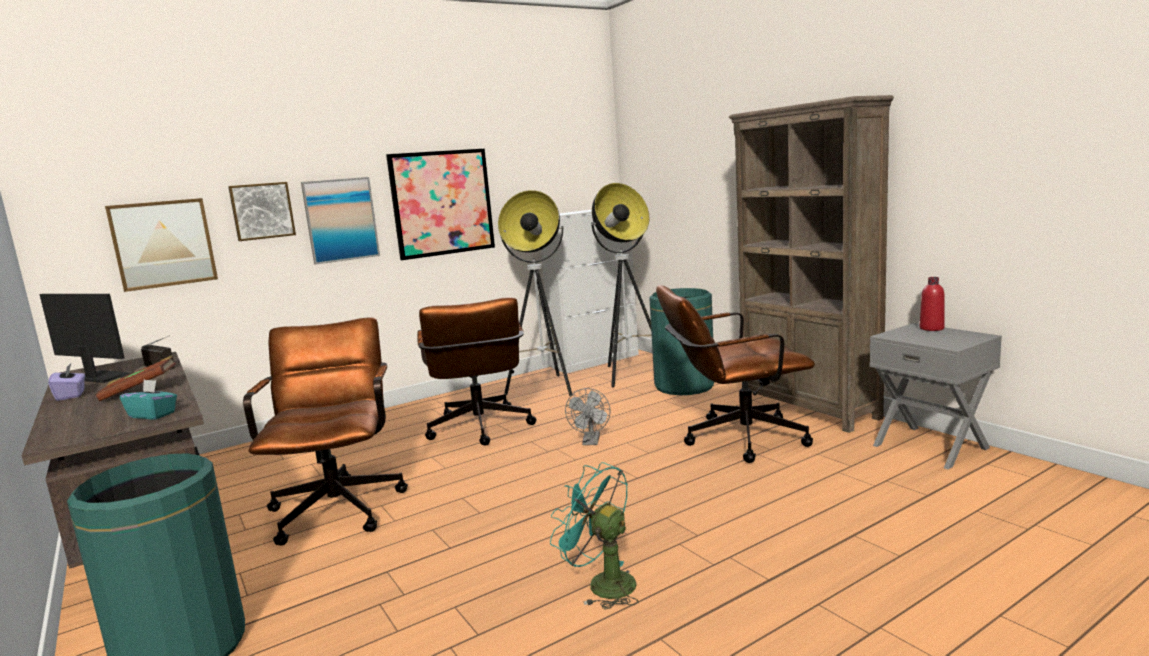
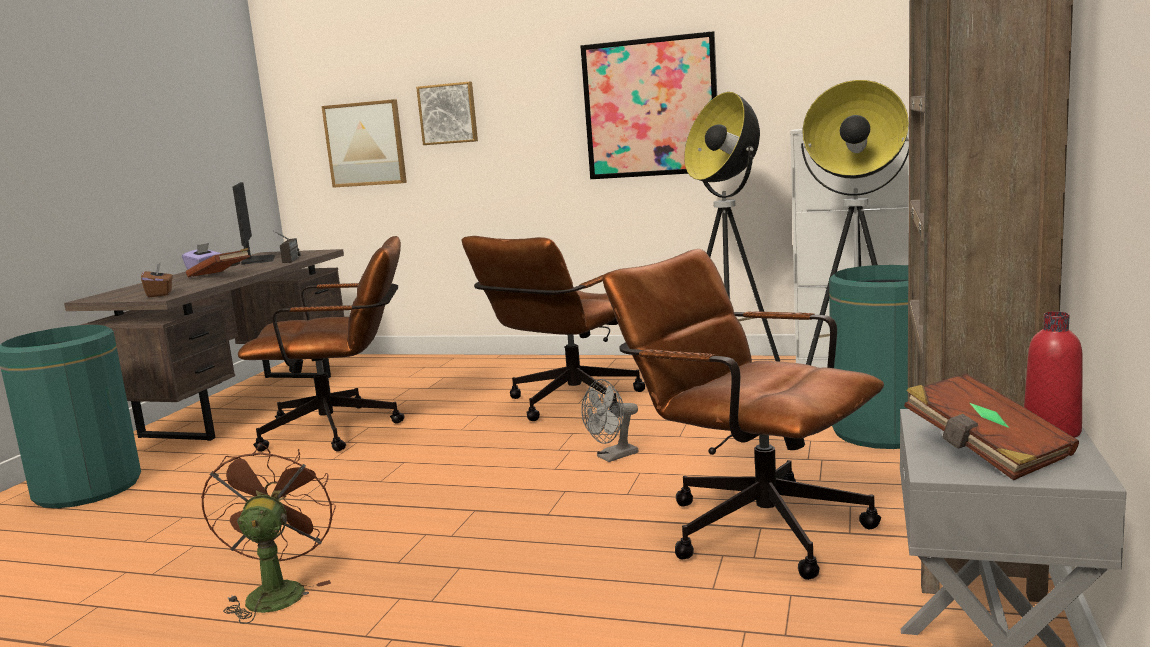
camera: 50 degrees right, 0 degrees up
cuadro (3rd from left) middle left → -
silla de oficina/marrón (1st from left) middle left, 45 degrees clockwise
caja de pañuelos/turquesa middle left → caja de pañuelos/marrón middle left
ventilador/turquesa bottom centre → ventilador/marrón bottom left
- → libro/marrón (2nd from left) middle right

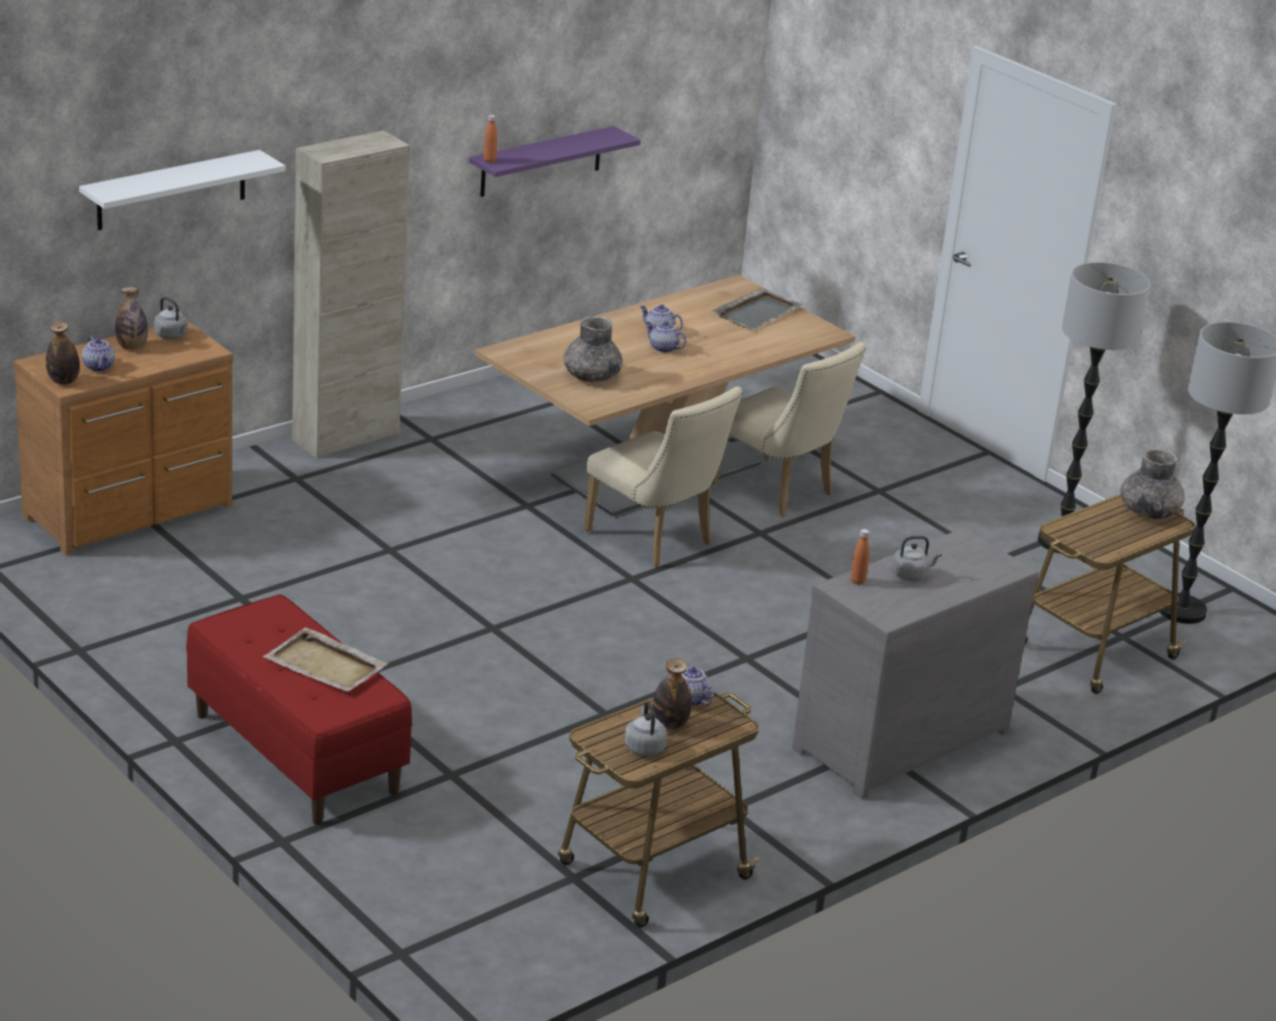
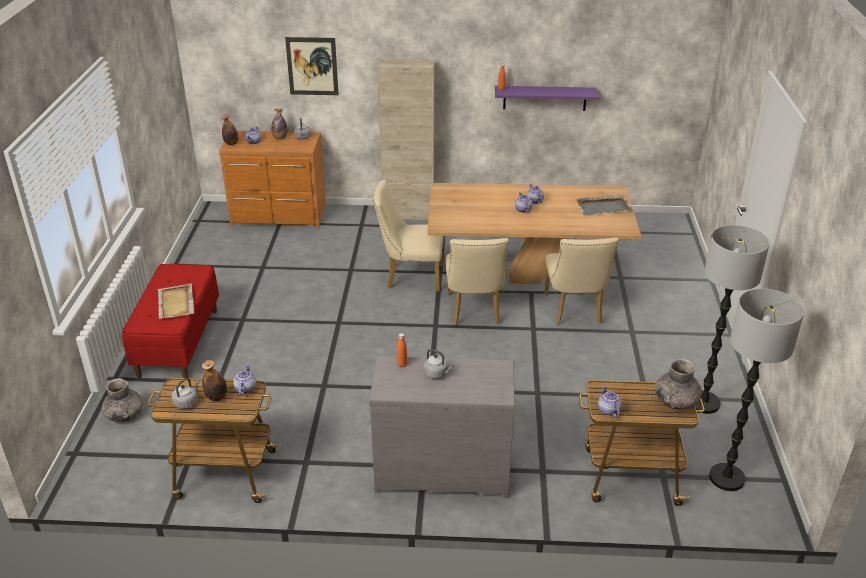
camera: 45 degrees right, 5 degrees up
estante/blanco top left → cuadro top centre
florero/gris (1st from left) centre → florero/gris (1st from left) bottom left, moved
- → silla/beis (1st from left) centre
- → tetera (5th from left) bottom right

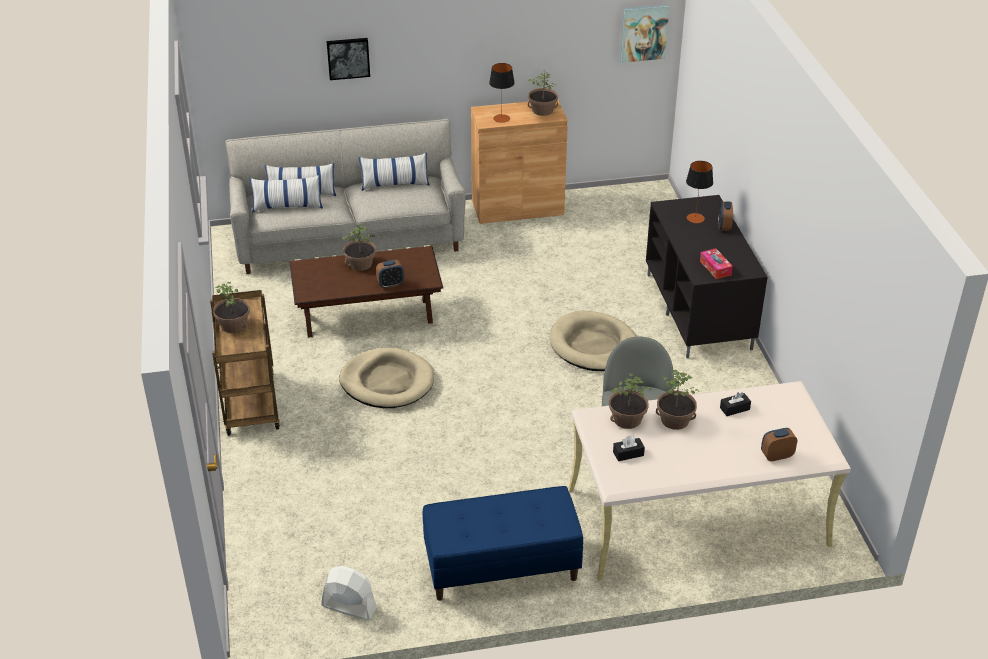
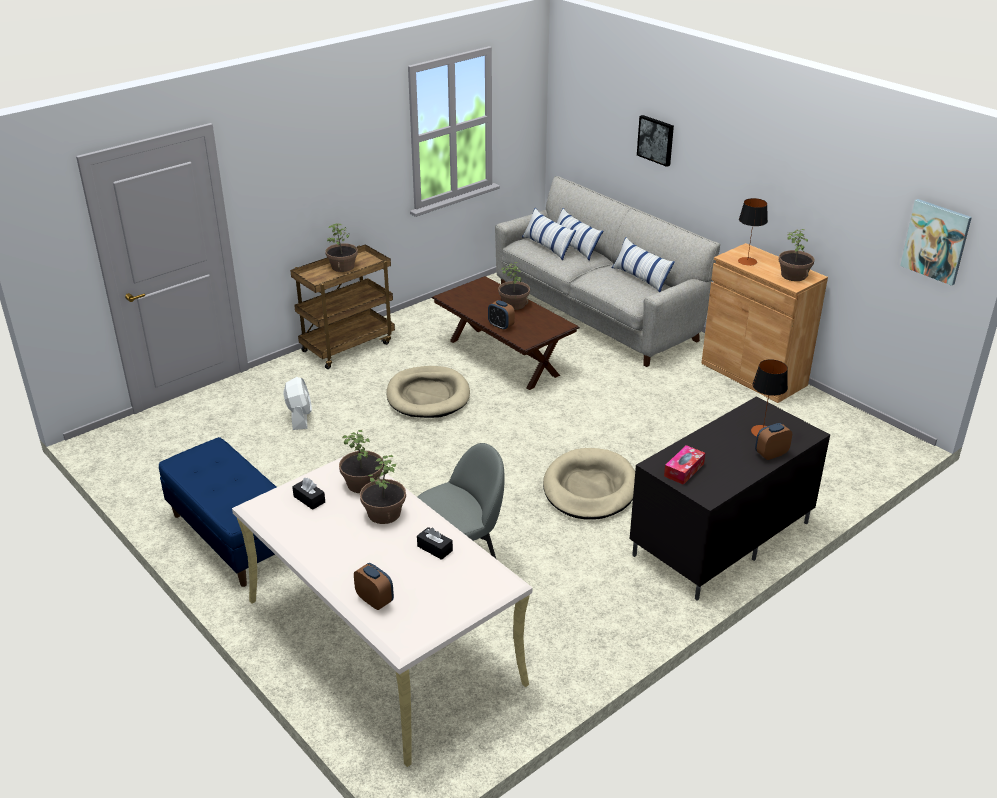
camera: 60 degrees right, 5 degrees down
ventilador/blanco bottom centre → ventilador/blanco middle left, moved

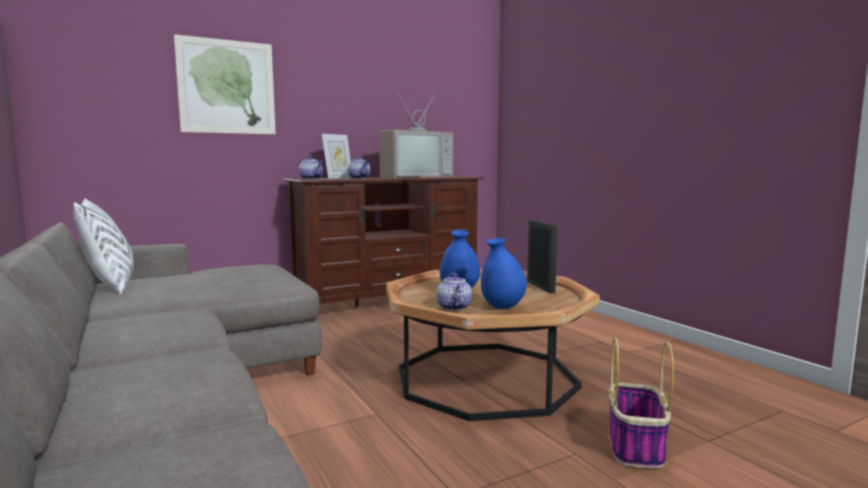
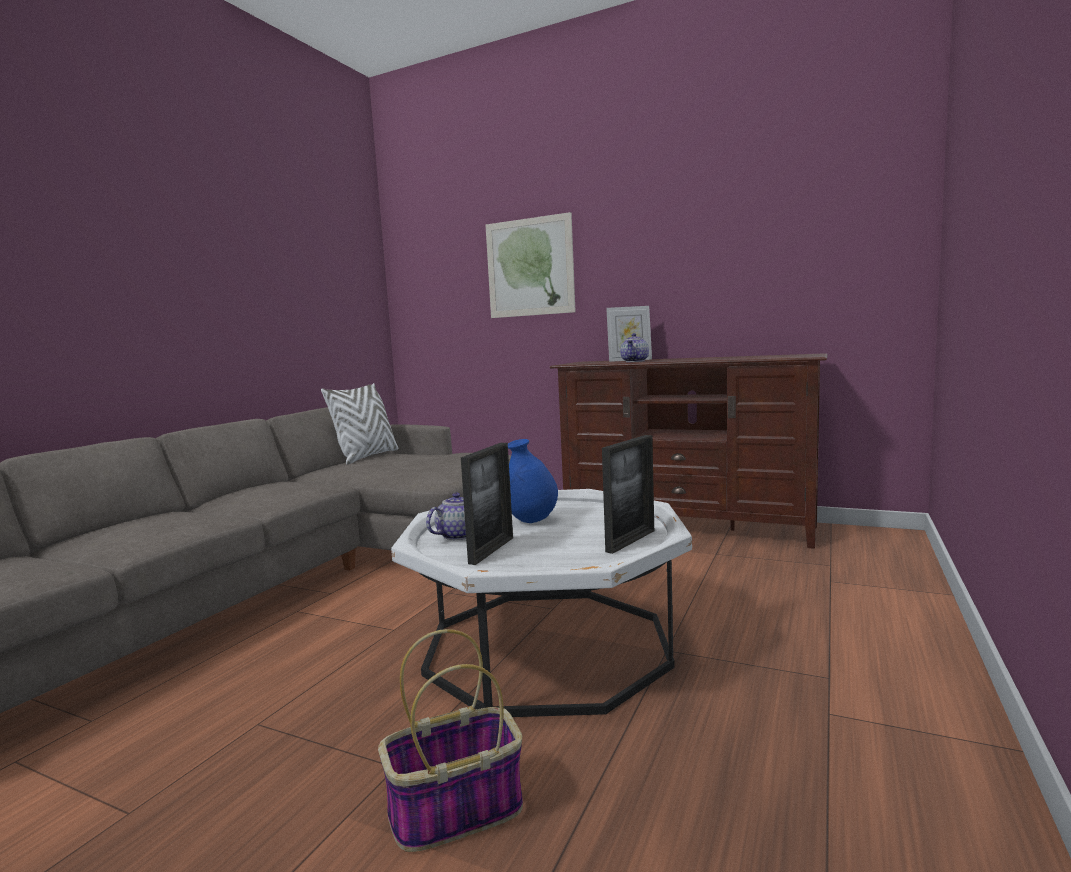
camera: 55 degrees right, 0 degrees up
televisor top centre → -
tetera (1st from left) centre → -
florero/azul (2nd from left) centre → portarretratos (1st from left) centre
mesa de centro/marrón bottom centre → mesa de centro/blanco bottom centre

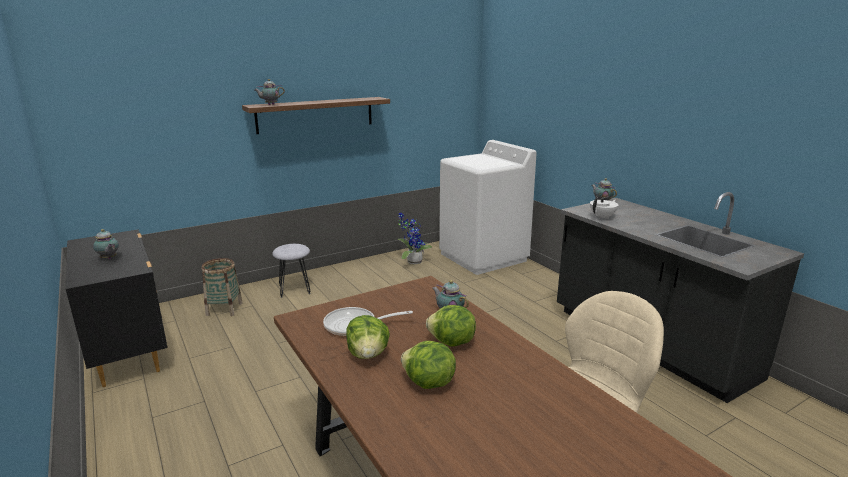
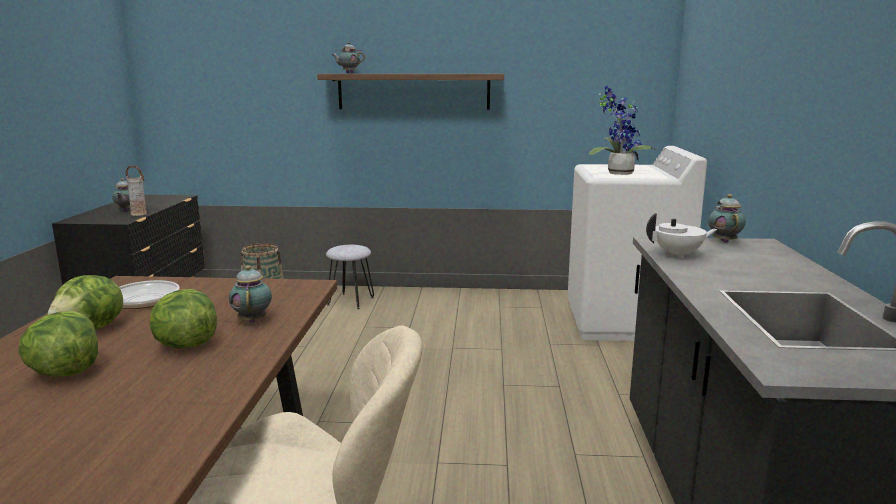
camera: 35 degrees right, 5 degrees down
planta en maceta centre → planta en maceta top right, moved
- → florero middle left

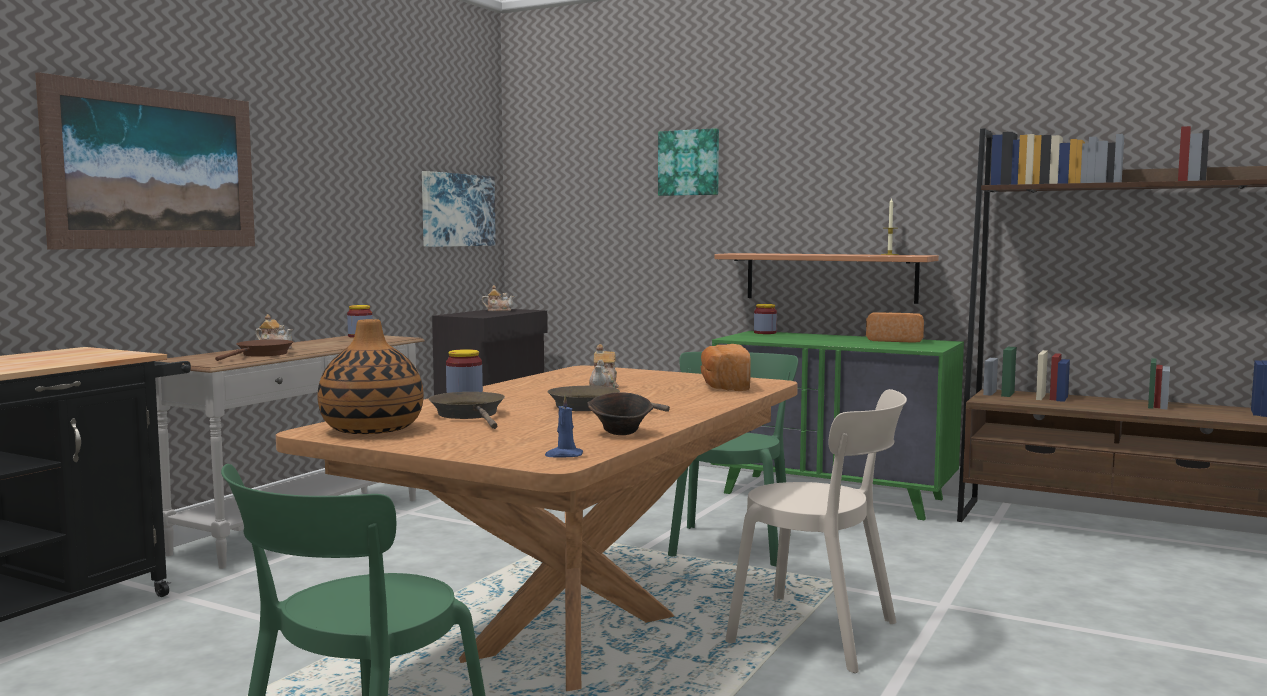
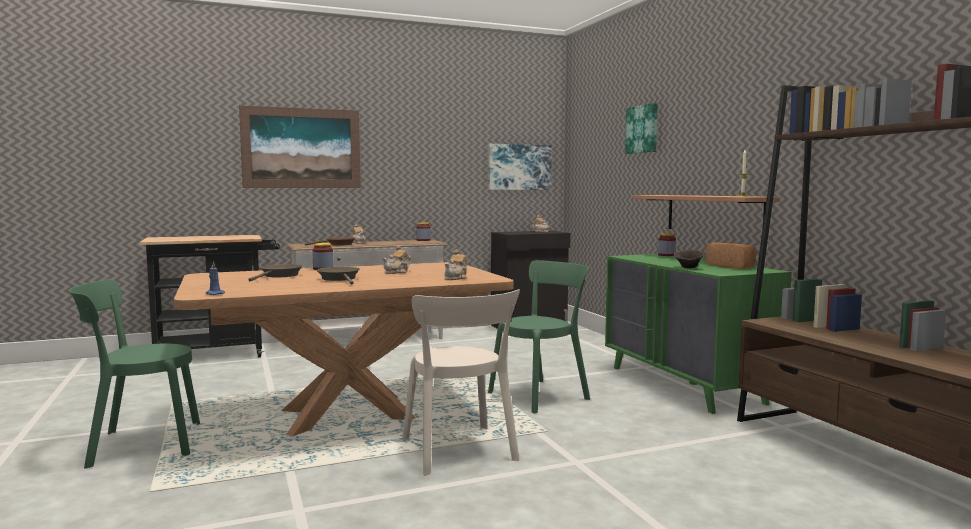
camera: 40 degrees right, 0 degrees up
florero middle left → -
pan (1st from left) centre → tetera (3rd from left) centre
cuenco/marrón centre → cuenco/marrón middle right, moved

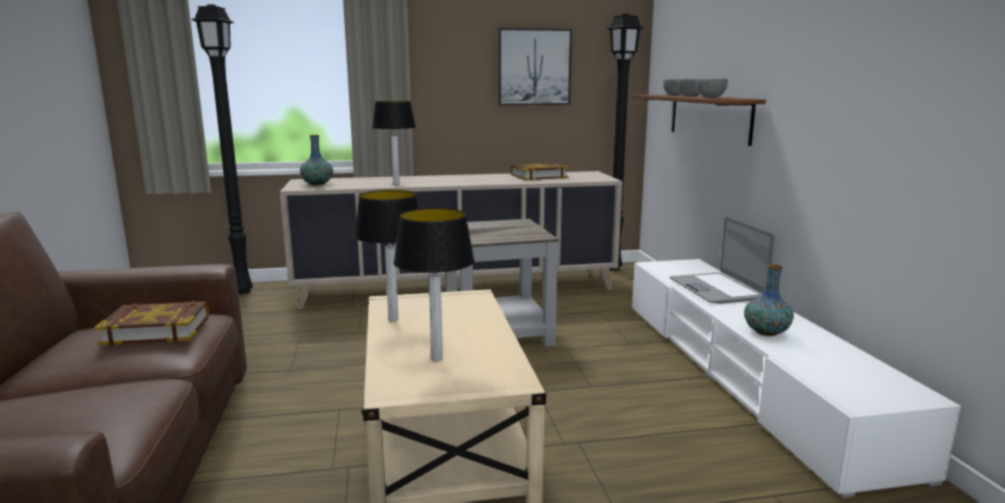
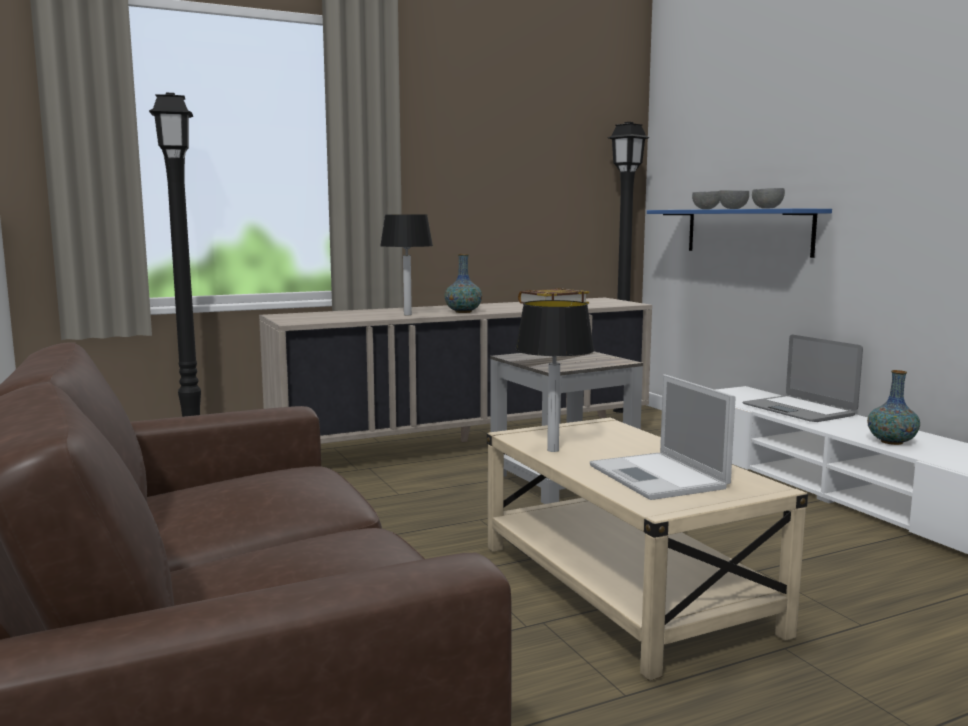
camera: 15 degrees left, 5 degrees down
cuadro top centre → -
estante/marrón top right → estante/azul top right
florero (1st from left) top left → florero (1st from left) centre, moved
lámpara de mesa (3rd from left) centre → portátil (1st from left) middle right
libro (1st from left) middle left → -

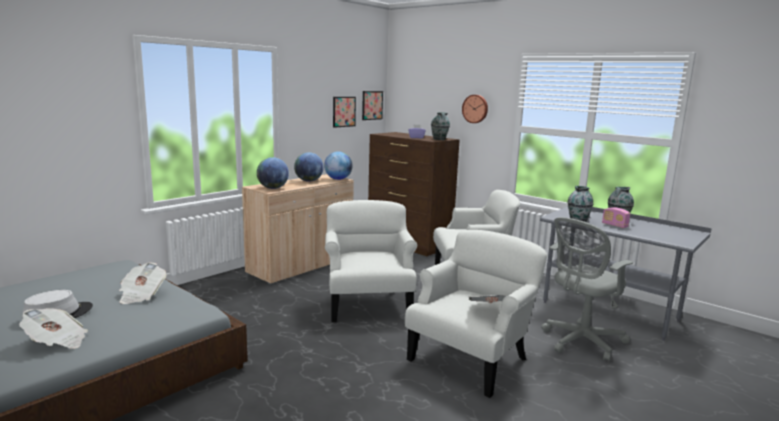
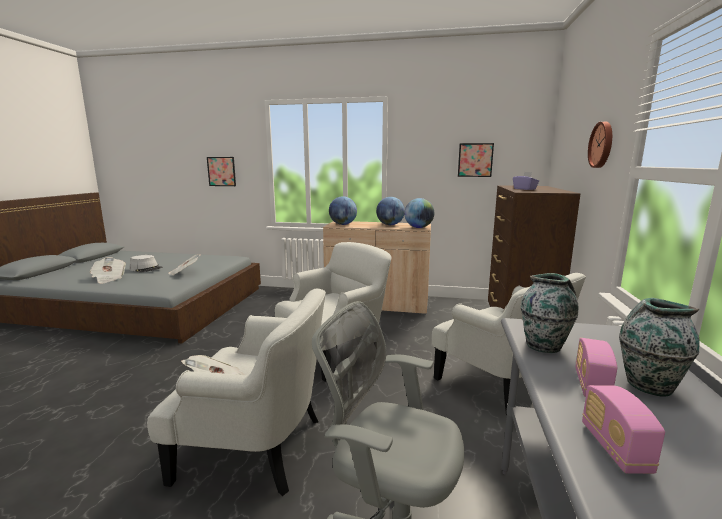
camera: 60 degrees right, 0 degrees up
cuadro (2nd from left in the first image) top centre → cuadro (1st from left) top left, moved
florero (1st from left) top centre → -
- → radio (2nd from left) bottom right

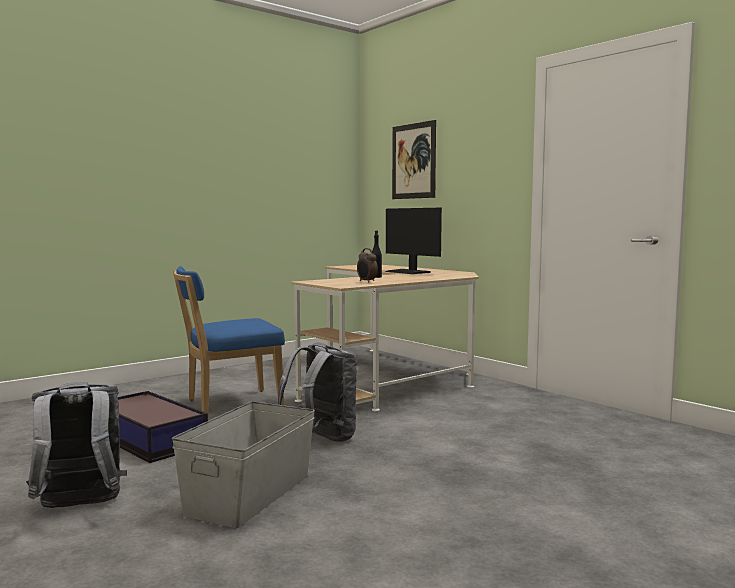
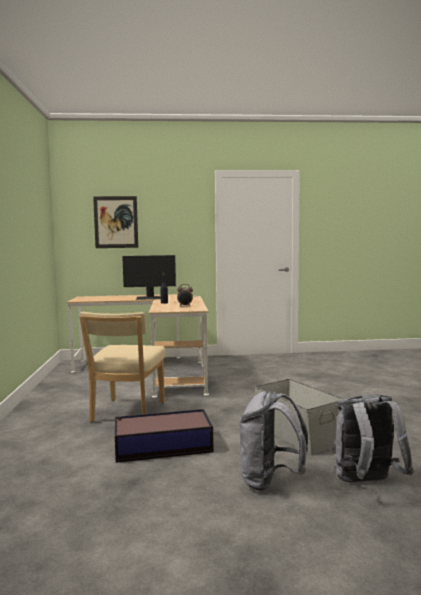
camera: 55 degrees left, 0 degrees up
silla/azul middle left → silla/beis middle left
mochila/gris (2nd from left) bottom centre → mochila/gris (2nd from left) bottom right, moved

